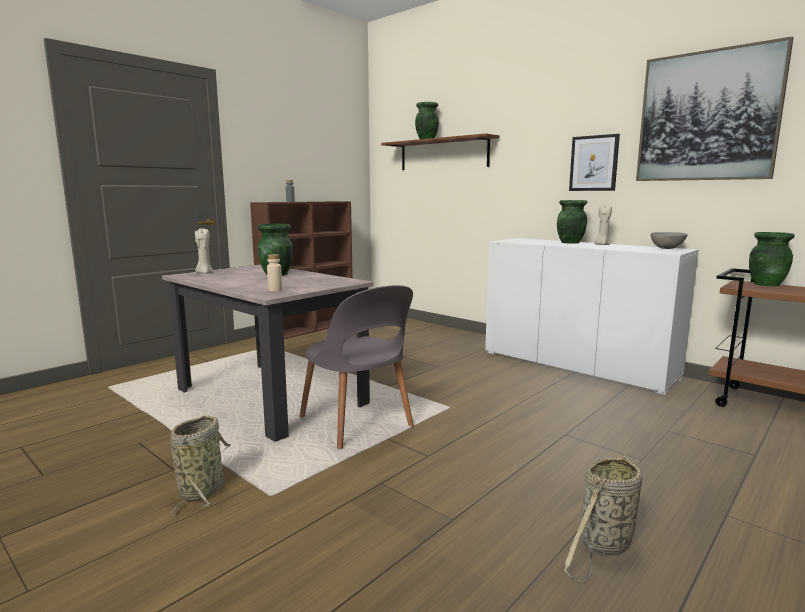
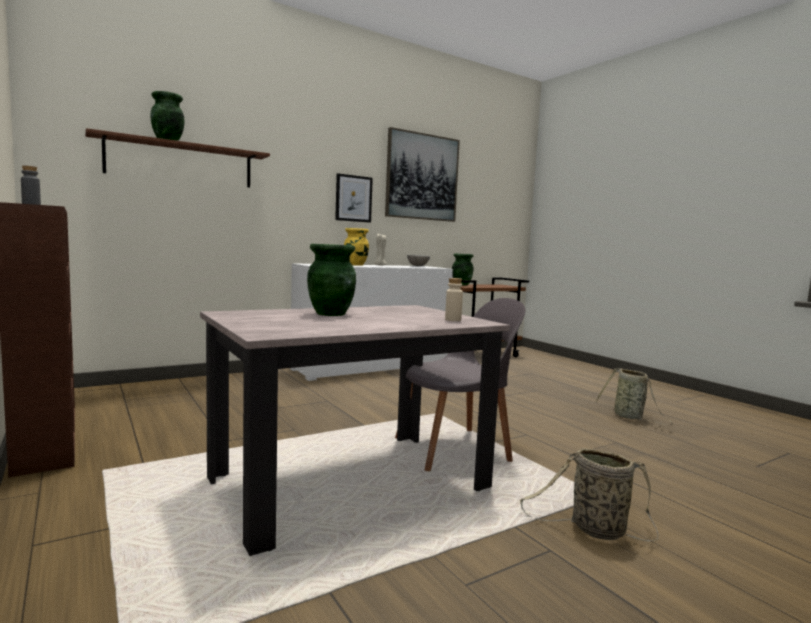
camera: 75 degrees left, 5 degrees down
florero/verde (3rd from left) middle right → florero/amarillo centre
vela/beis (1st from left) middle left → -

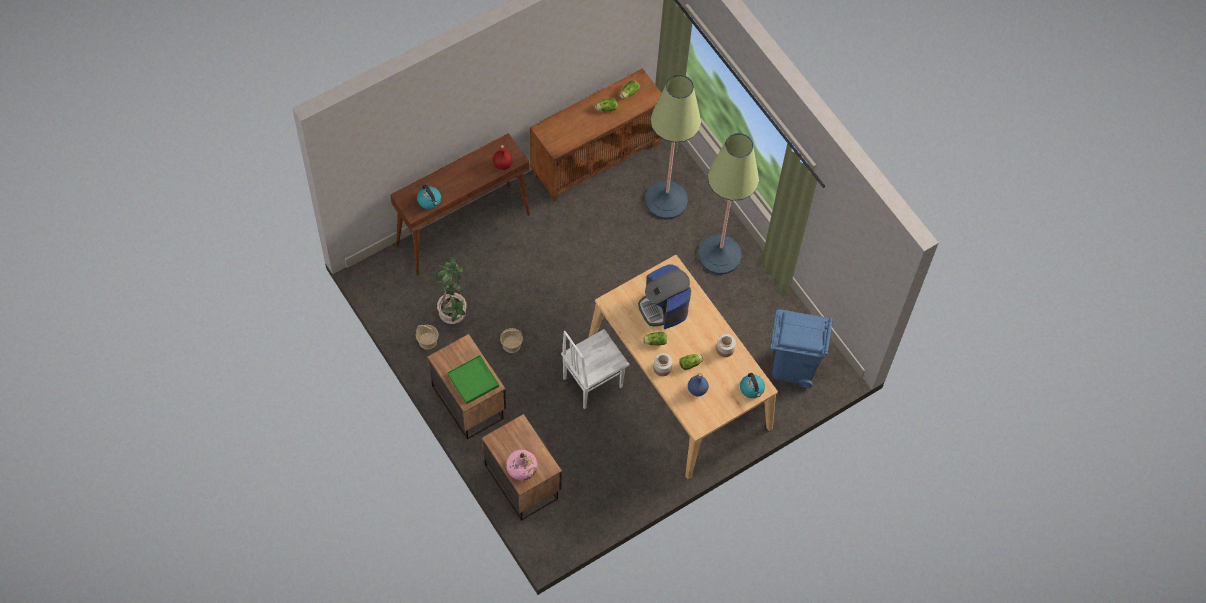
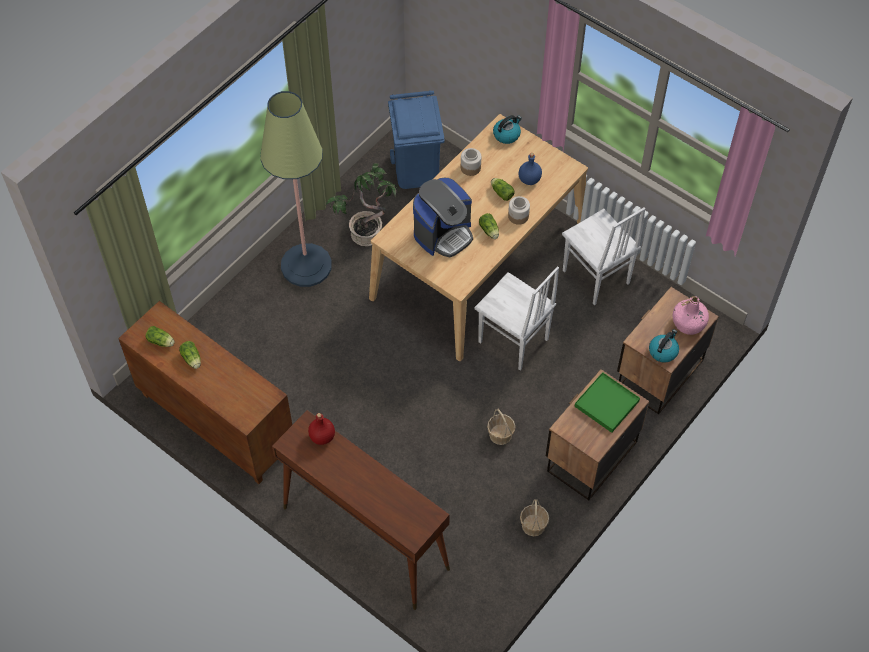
camera: 105 degrees left, 5 degrees down
lámpara de pie (1st from left) top centre → -
hervidor (1st from left in the first image) top centre → hervidor (2nd from left) middle right, moved
planta en maceta centre → planta en maceta top centre, moved
- → silla/blanco (2nd from left) middle right

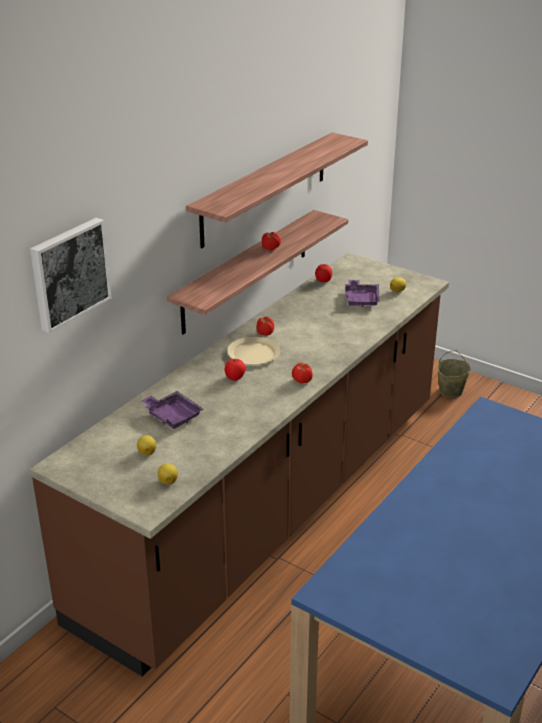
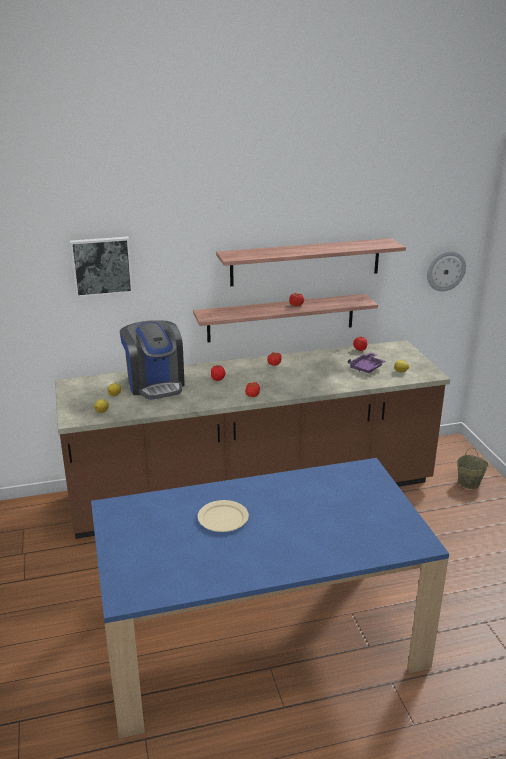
camera: 40 degrees right, 5 degrees down
plato/beis centre → plato/beis bottom centre, moved
bandeja/morado (1st from left) middle left → cafetera middle left
- → reloj de pared middle right

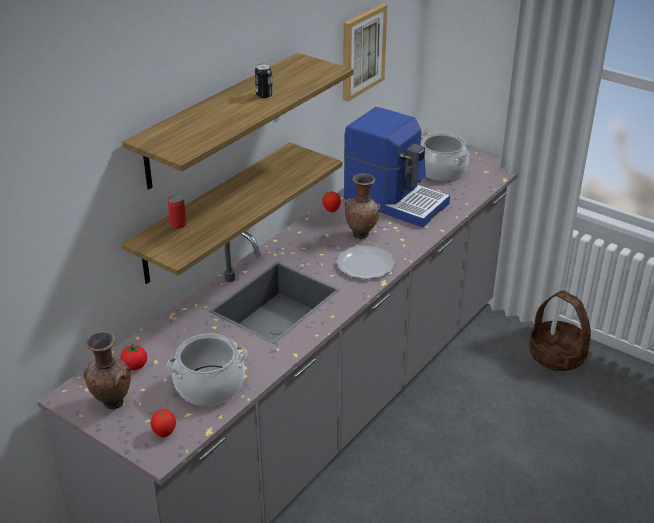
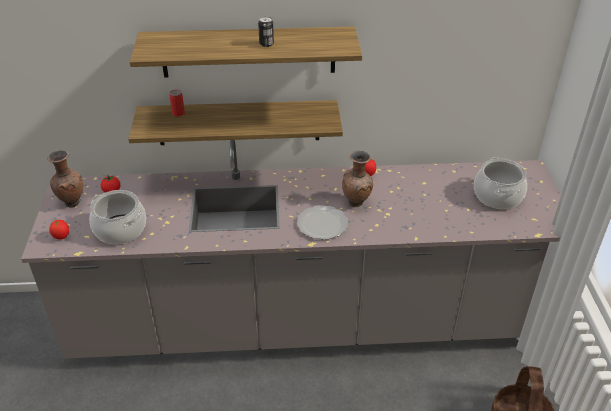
camera: 50 degrees right, 5 degrees up
cuadro top centre → -
cafetera top centre → -

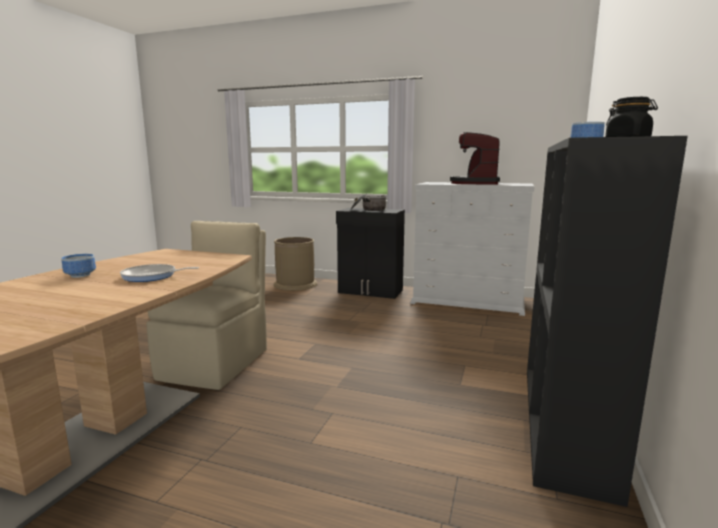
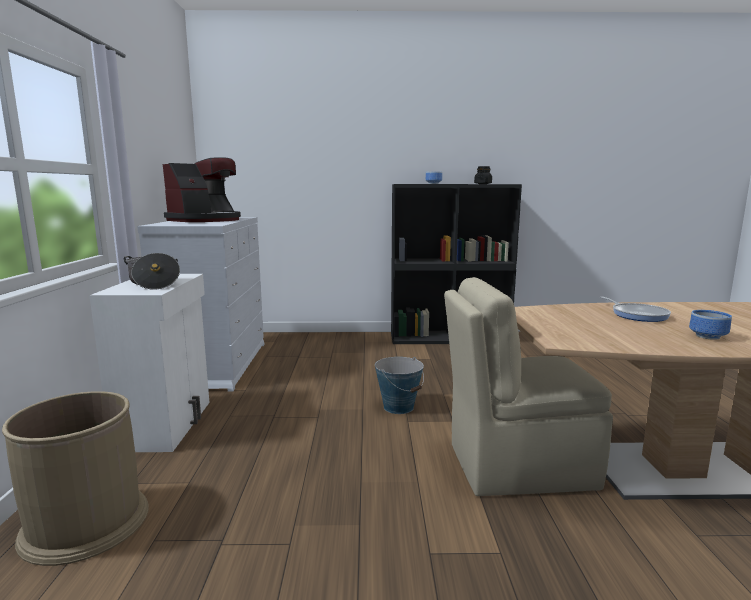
camera: 110 degrees left, 0 degrees up
cafetera top centre → cafetera top left, 45 degrees counterclockwise
armario/negro centre → armario/blanco middle left
- → cubo centre

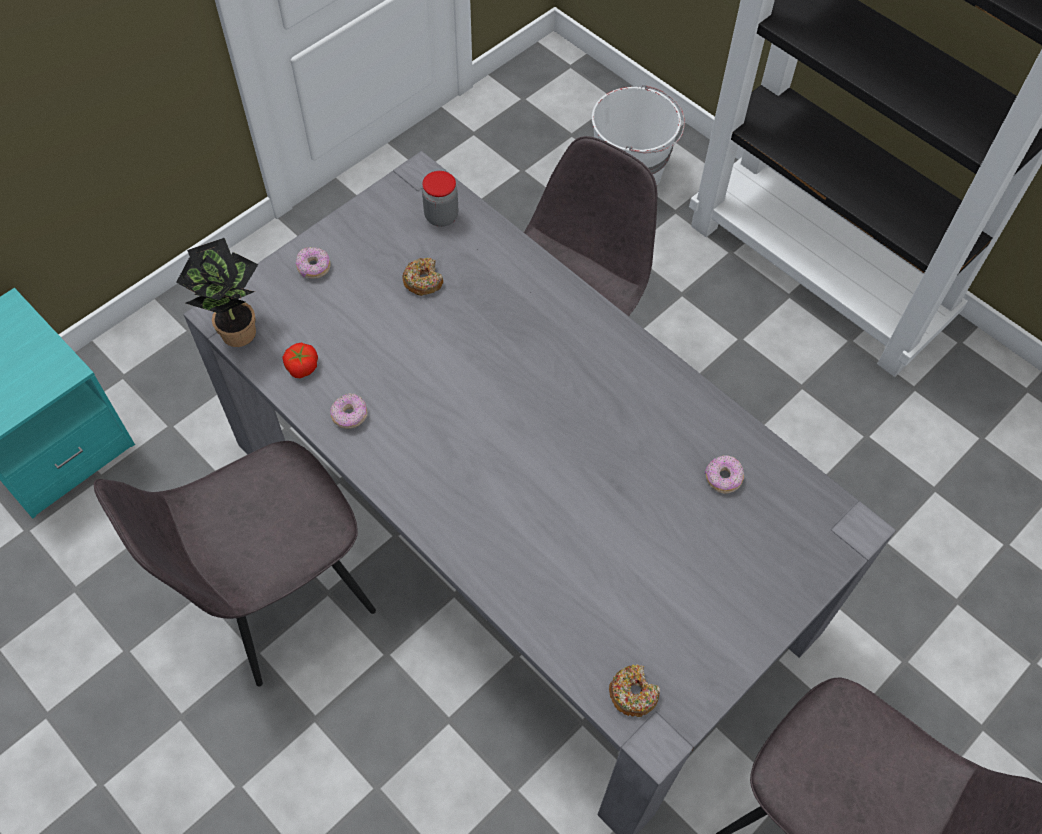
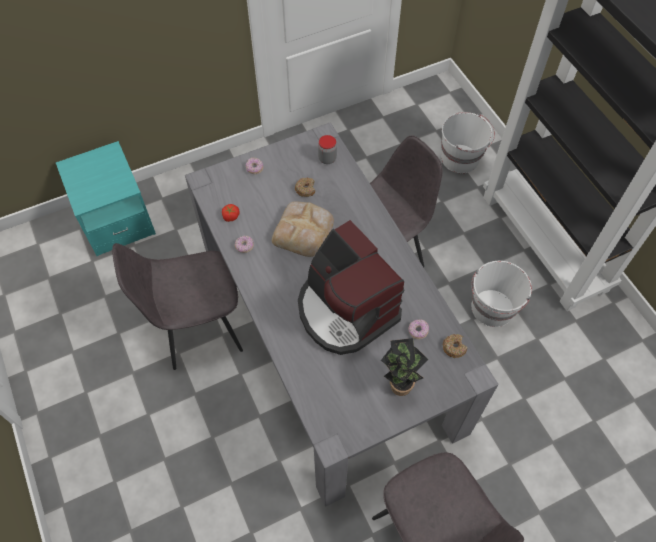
camera: 20 degrees right, 0 degrees up
planta en maceta middle left → planta en maceta bottom centre, moved
rosquilla (4th from left in the first image) bottom centre → rosquilla (5th from left) middle right, moved
- → pan centre
- → cafetera centre
- → cubo/blanco (2nd from left) middle right

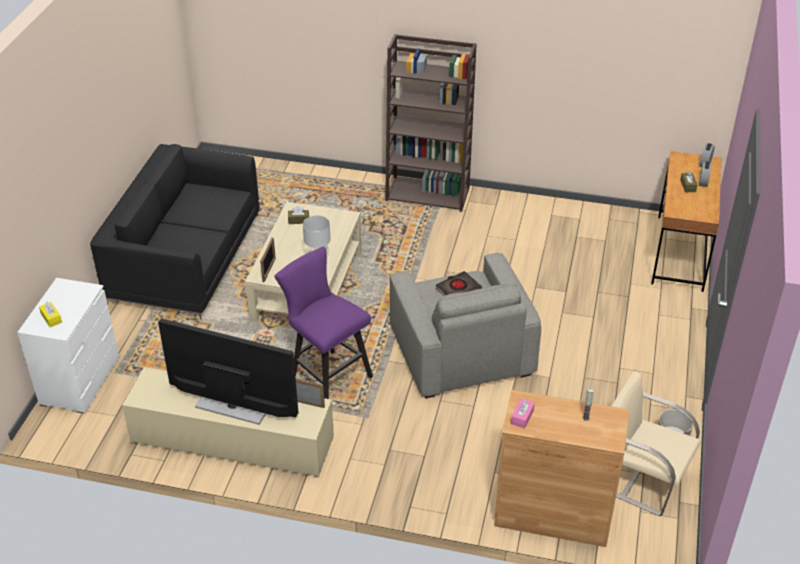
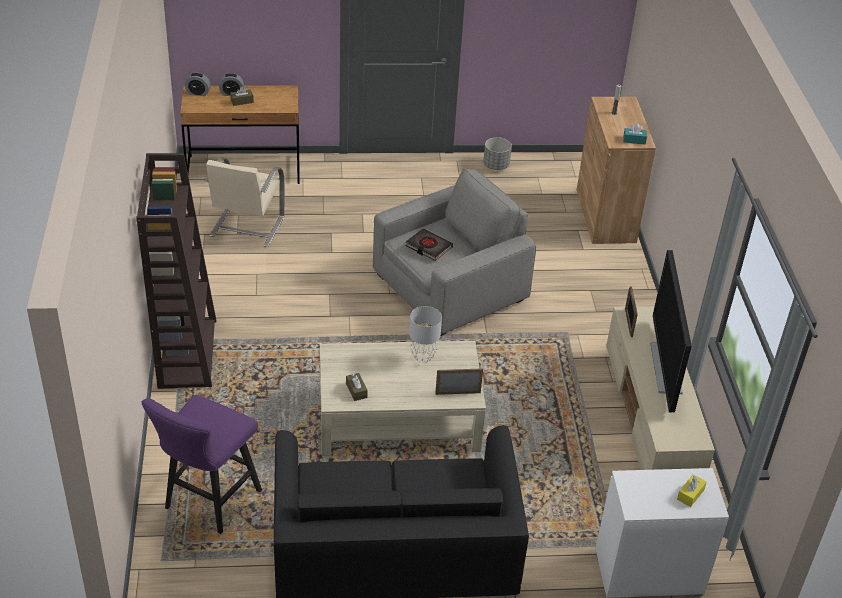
camera: 110 degrees left, 0 degrees up
taburete/morado centre → taburete/morado bottom left, moved
silla/beis bottom right → silla/beis middle left, moved
caja de pañuelos/rosa bottom centre → caja de pañuelos/turquesa top right

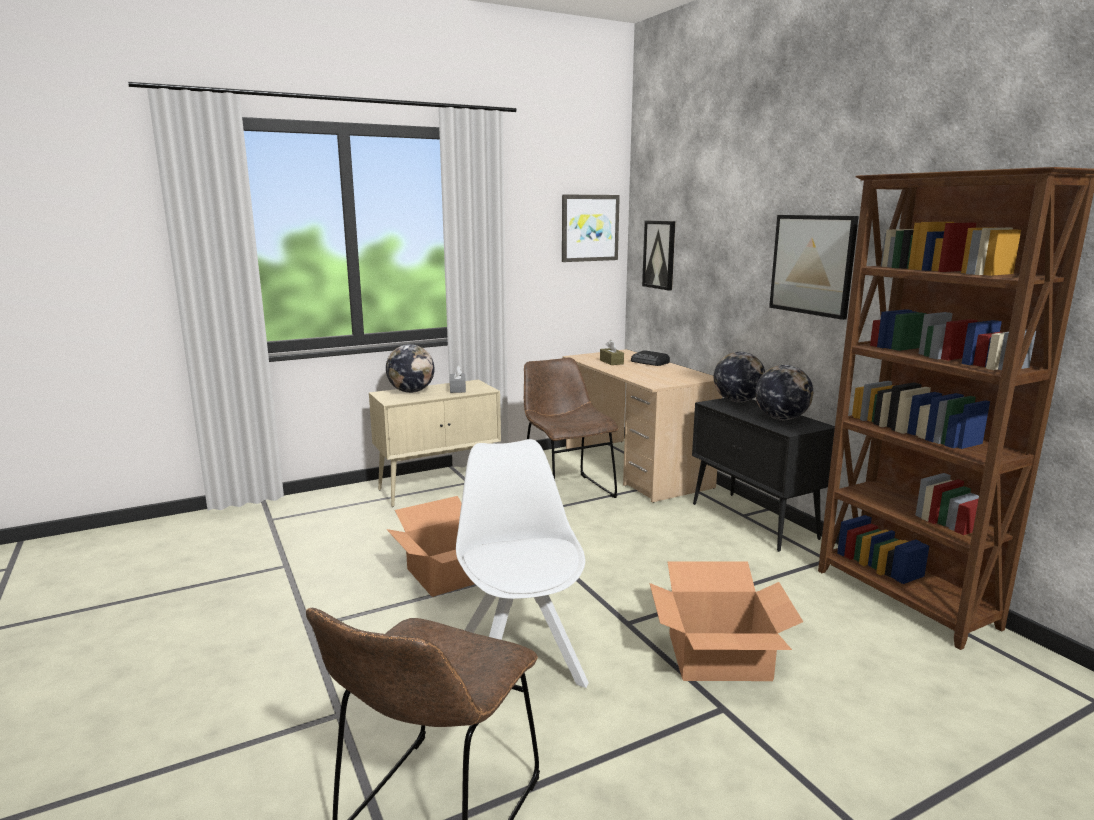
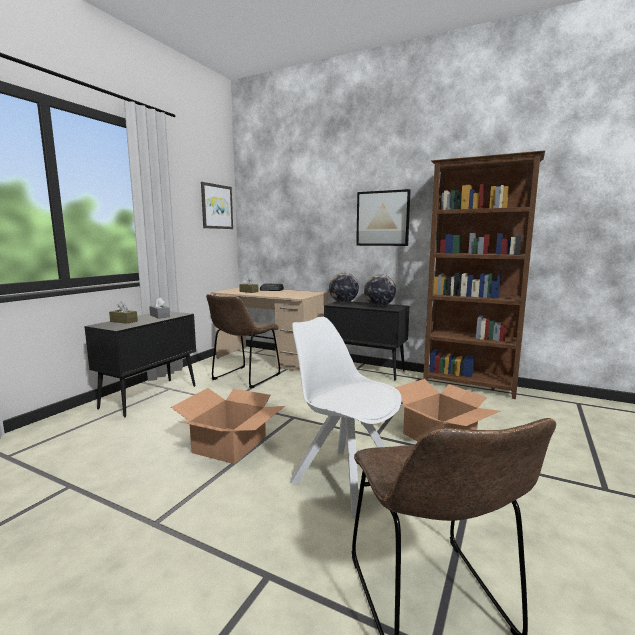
camera: 35 degrees left, 5 degrees down
cuadro (2nd from left) top centre → -
globo terráqueo (1st from left) centre → caja de pañuelos/marrón (1st from left) middle left
silla/marrón (2nd from left in the first image) centre → silla/marrón (1st from left) centre, 90 degrees counterclockwise
armario/beis centre → armario/negro (1st from left) middle left

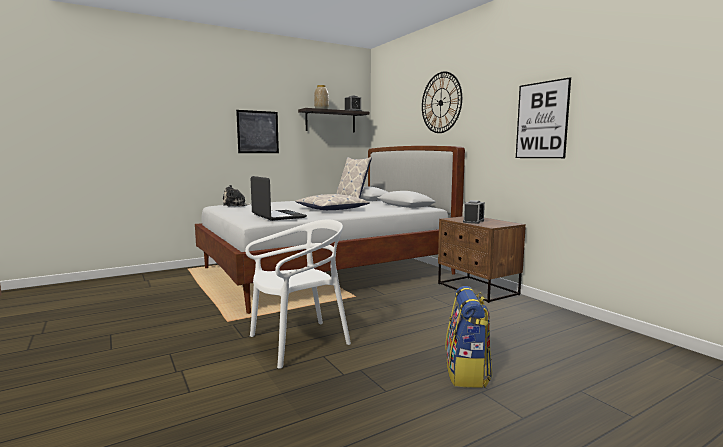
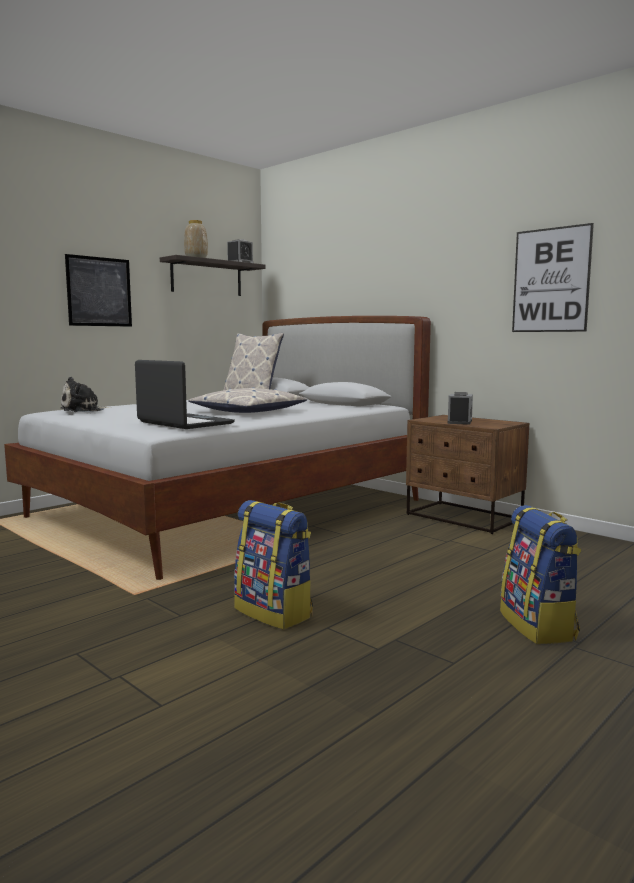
camera: 15 degrees left, 0 degrees up
reloj de pared top centre → -
silla/blanco centre → mochila (1st from left) centre

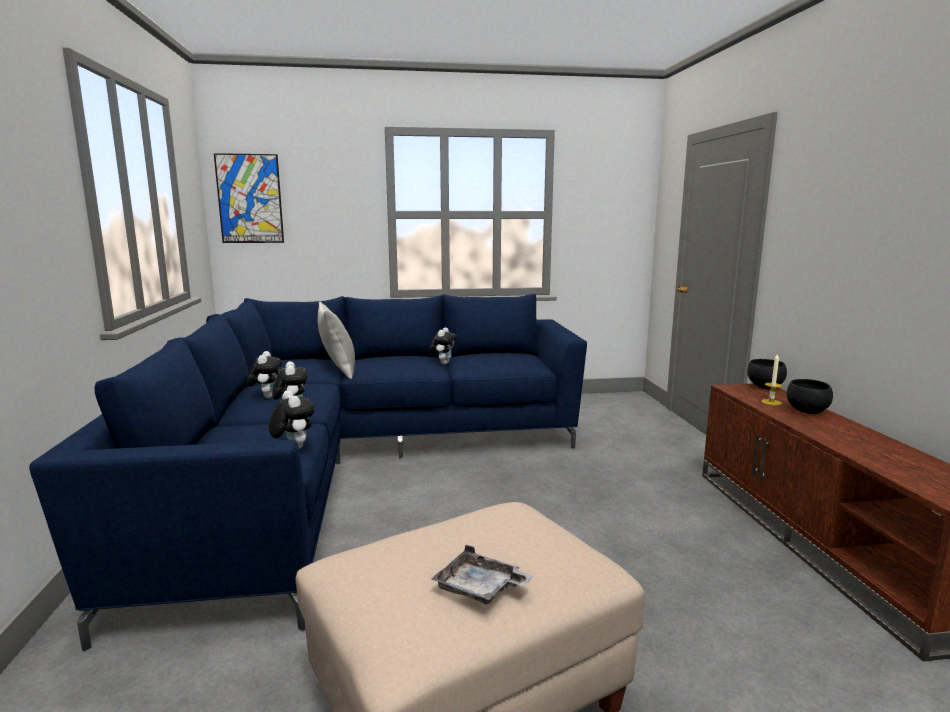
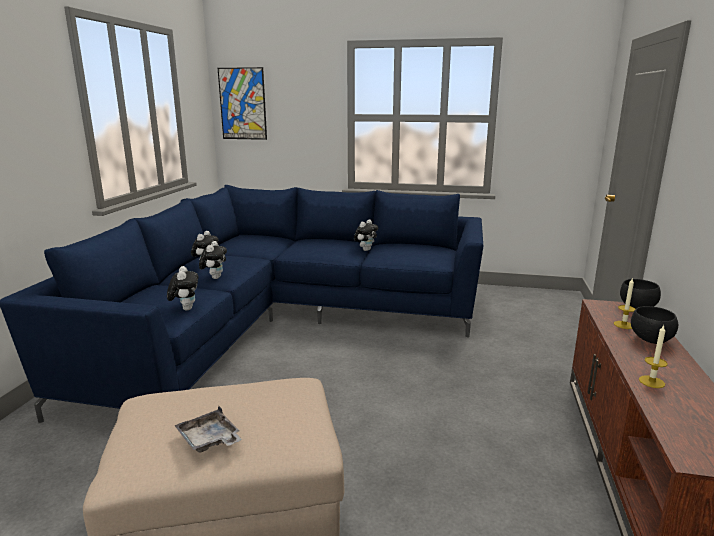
camera: 20 degrees right, 5 degrees up
cojín/gris centre → -
- → vela (2nd from left) middle right

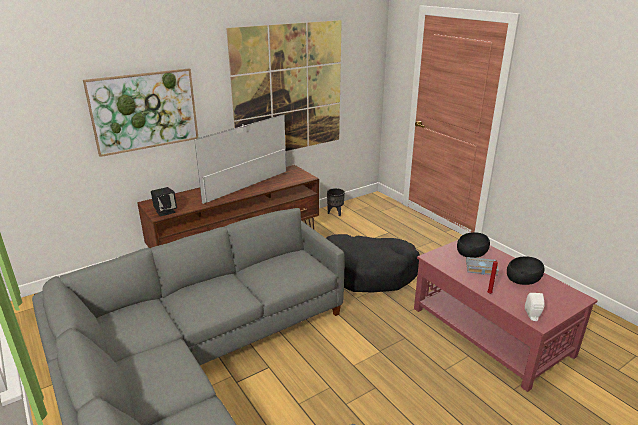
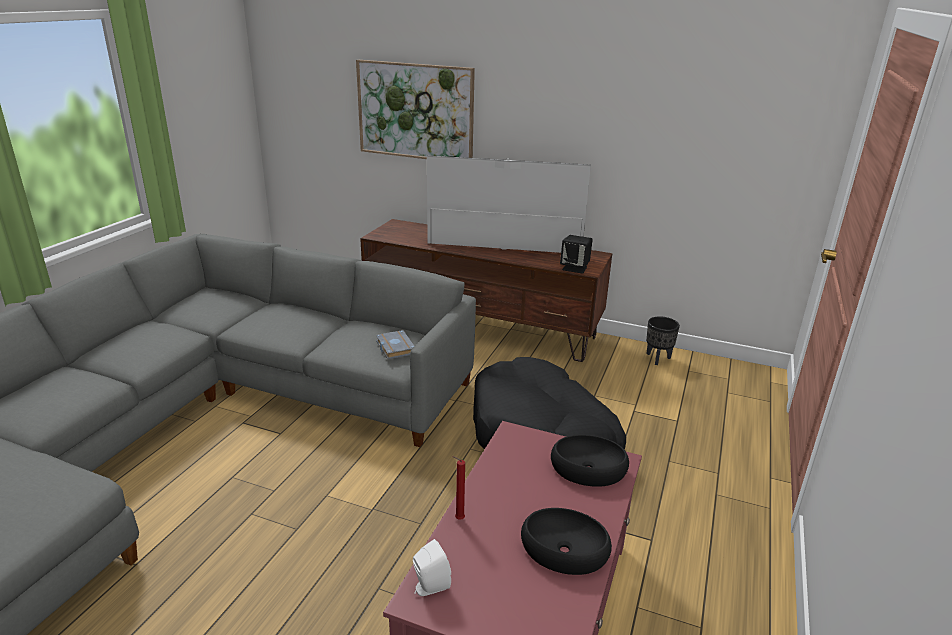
camera: 55 degrees right, 0 degrees up
cuadro (2nd from left) top centre → -
altavoz/negro middle left → altavoz/negro centre, moved
libro/gris middle right → libro/gris centre, moved

